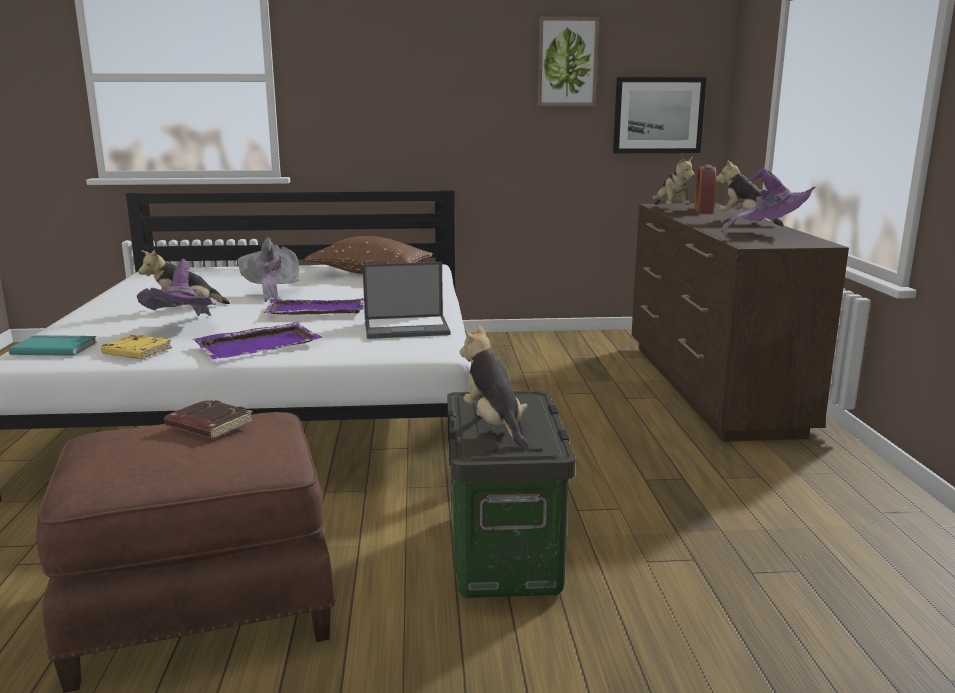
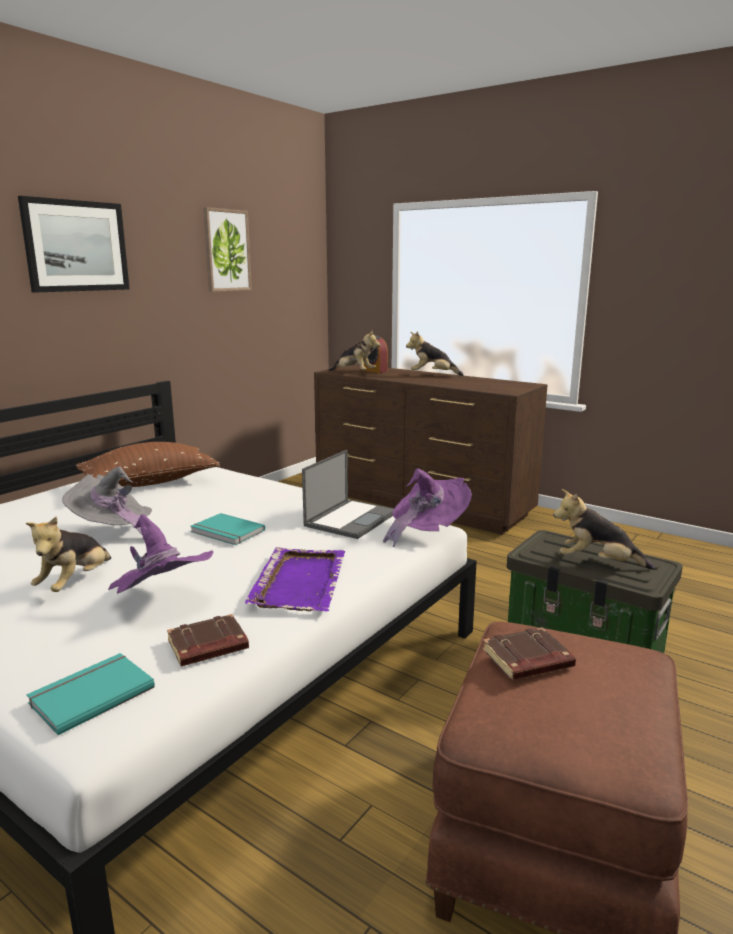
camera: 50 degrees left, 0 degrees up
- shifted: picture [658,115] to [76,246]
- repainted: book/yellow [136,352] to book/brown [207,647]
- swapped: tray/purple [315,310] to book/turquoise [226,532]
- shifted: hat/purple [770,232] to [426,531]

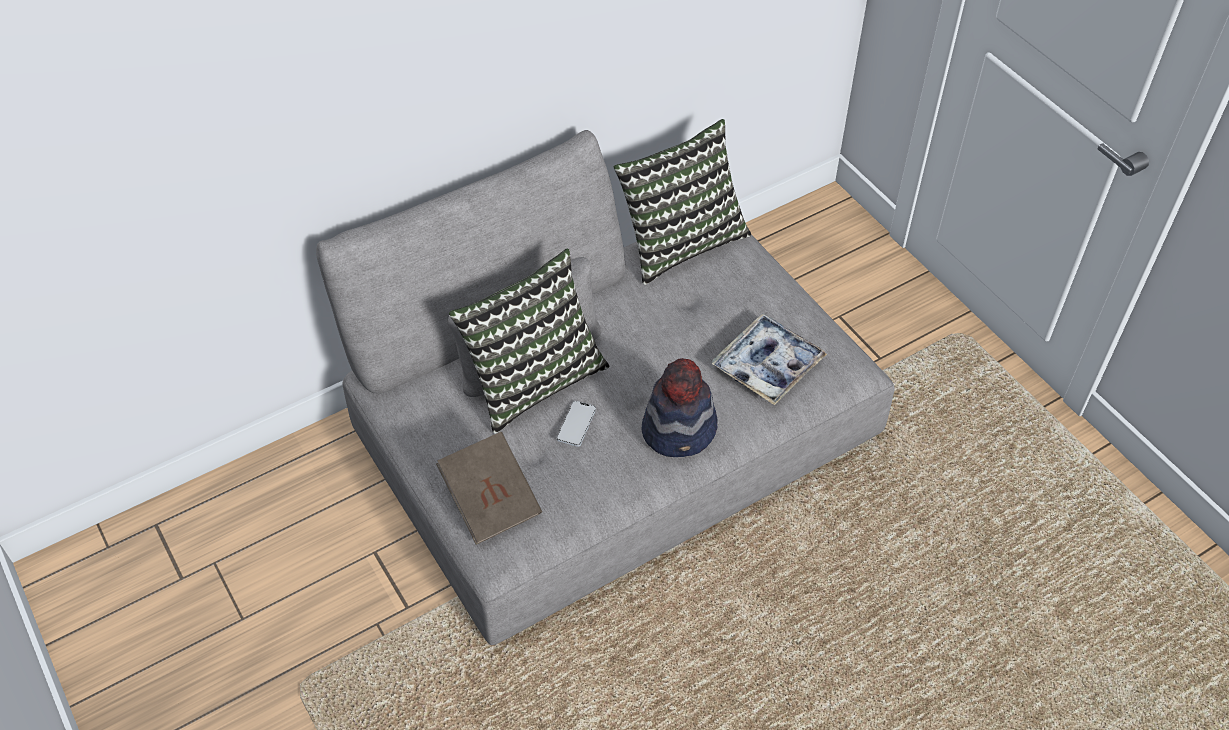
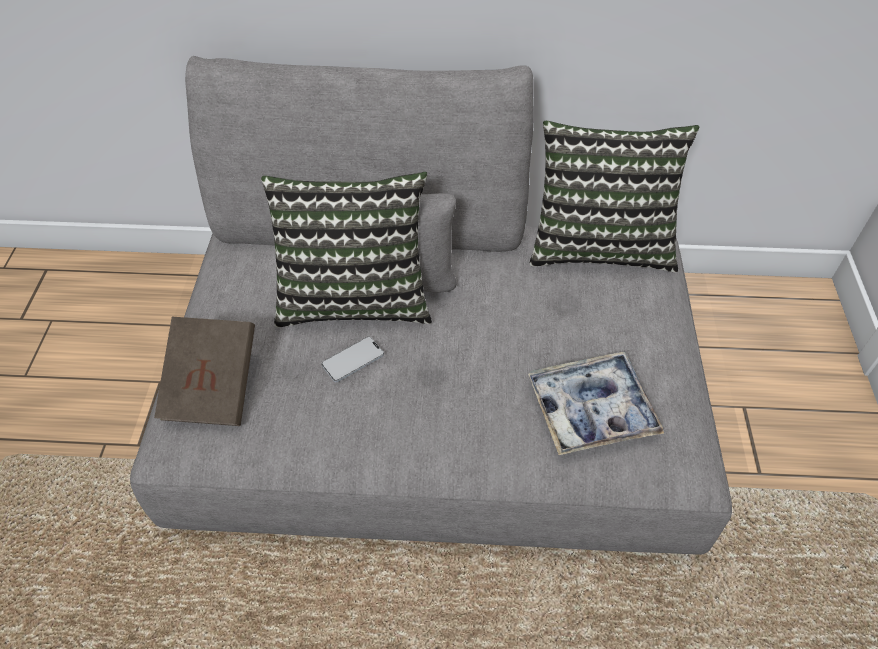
camera: 35 degrees right, 0 degrees up
- gone: hat [680,429]

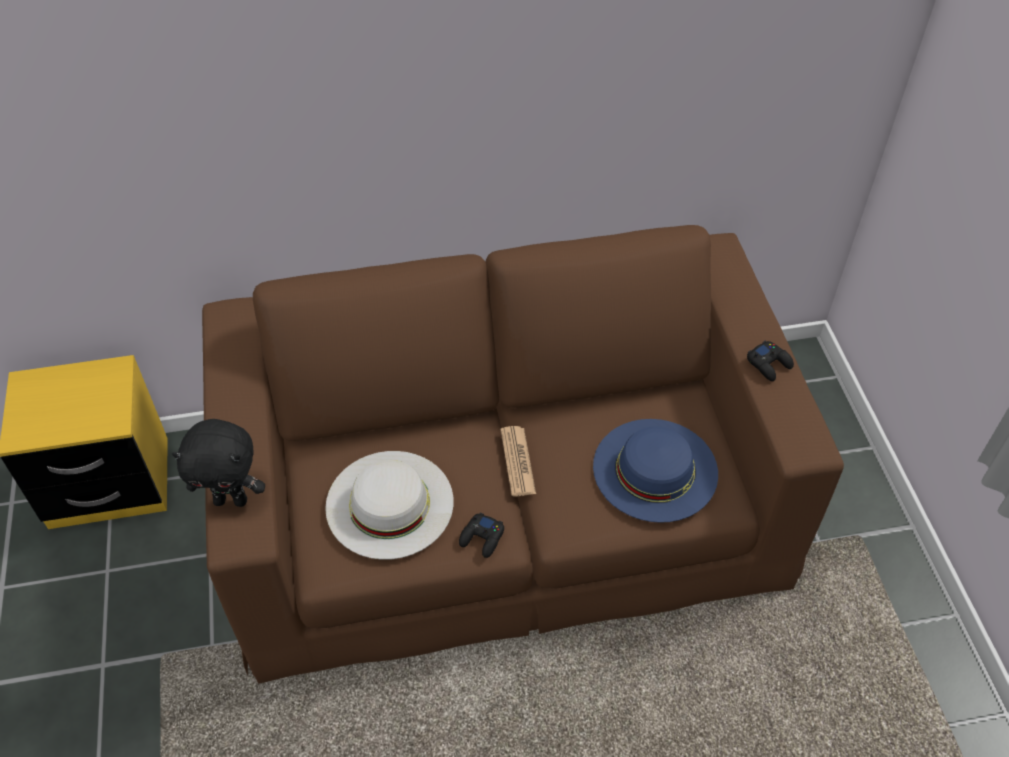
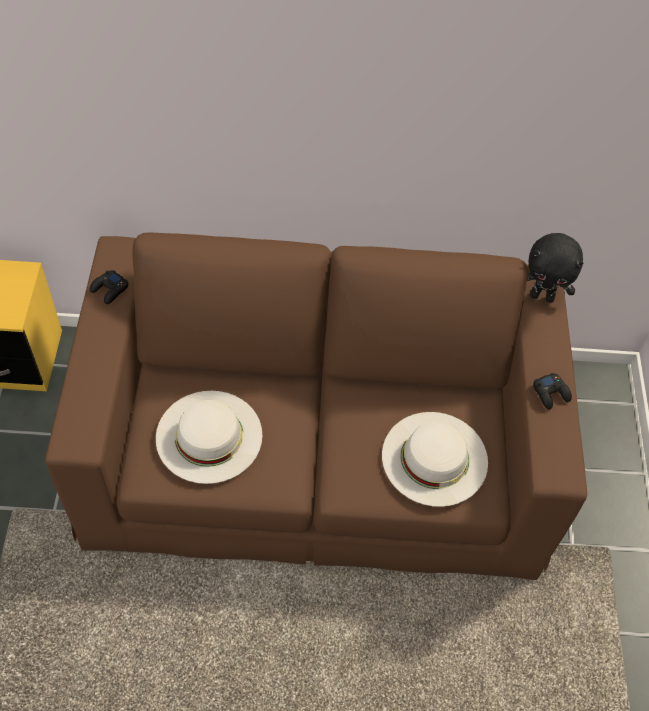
camera: 10 degrees right, 5 degrees up
- shifted: game controller/black [482,538] to [109,290]
- repainted: hat/blue [655,469] to hat/white [435,458]
- shifted: plush toy/black [231,500] to [542,296]
- gone: newspaper [517,461]

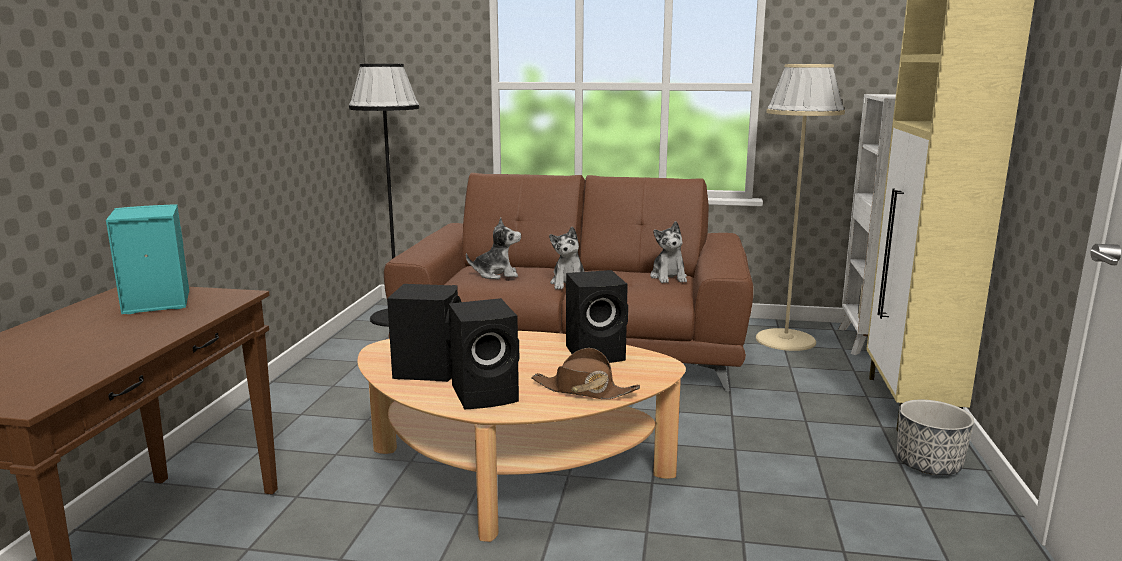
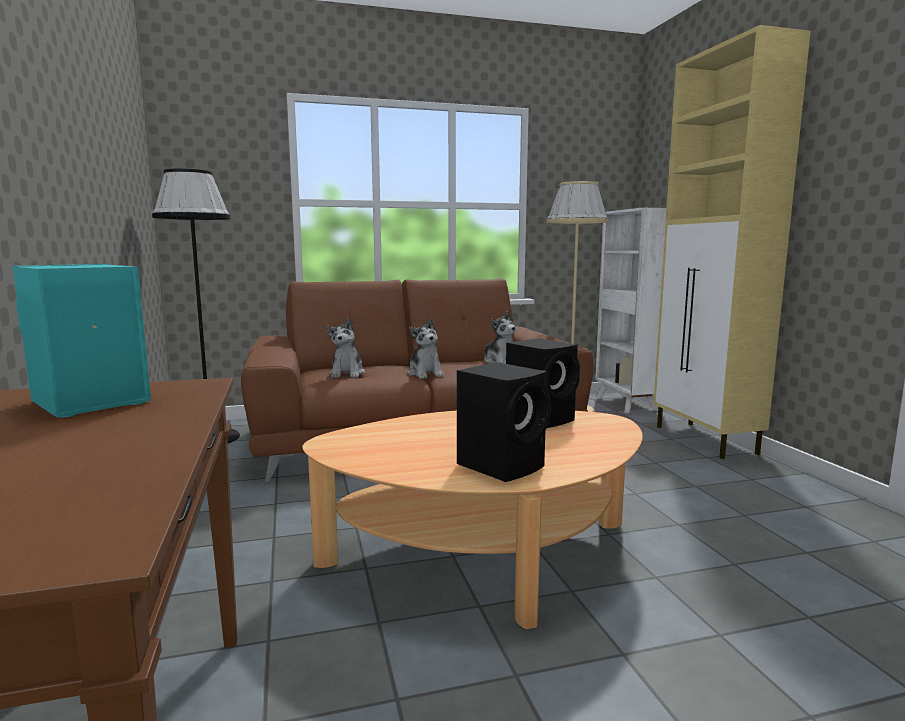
camera: 25 degrees left, 5 degrees down
- rotated: plush toy [496,274] = [347,374] 120 degrees clockwise
- gone: speaker/black [429,370]
- gone: hat/brown [583,390]
- gone: planter [929,465]

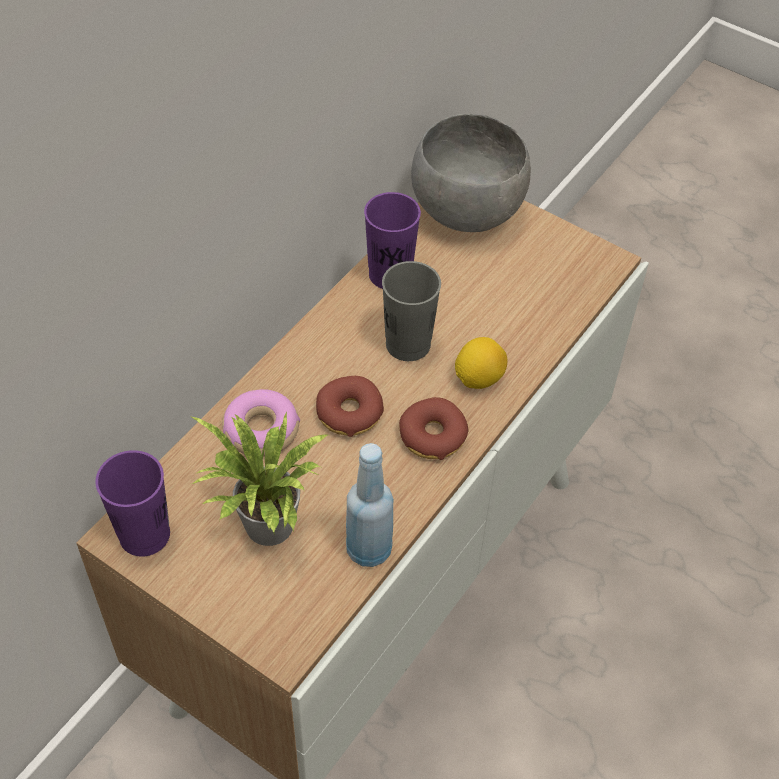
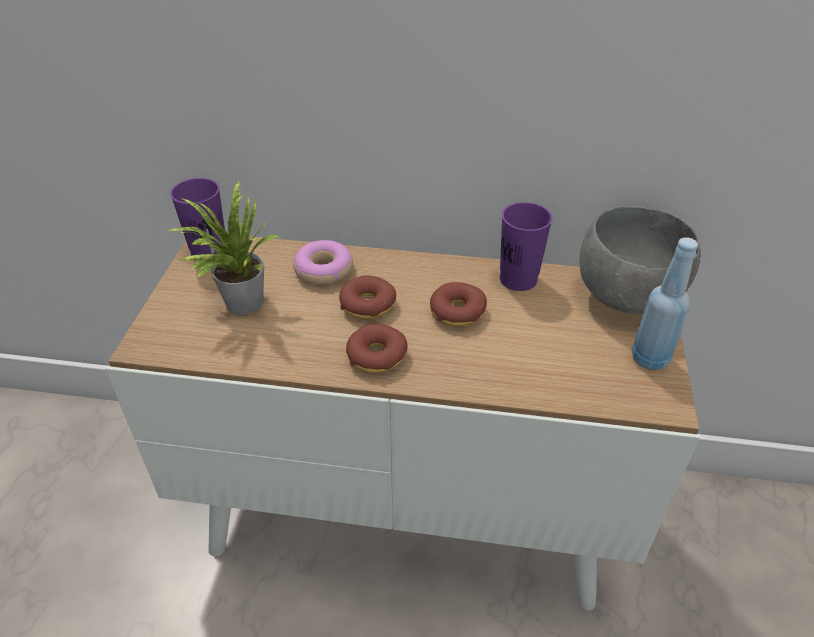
camera: 65 degrees right, 10 degrees down
- swapped: cup/grey [408,344] to donut [457,312]
- shifted: bottle/blue [368,549] to [650,358]
- gone: lemon [478,378]

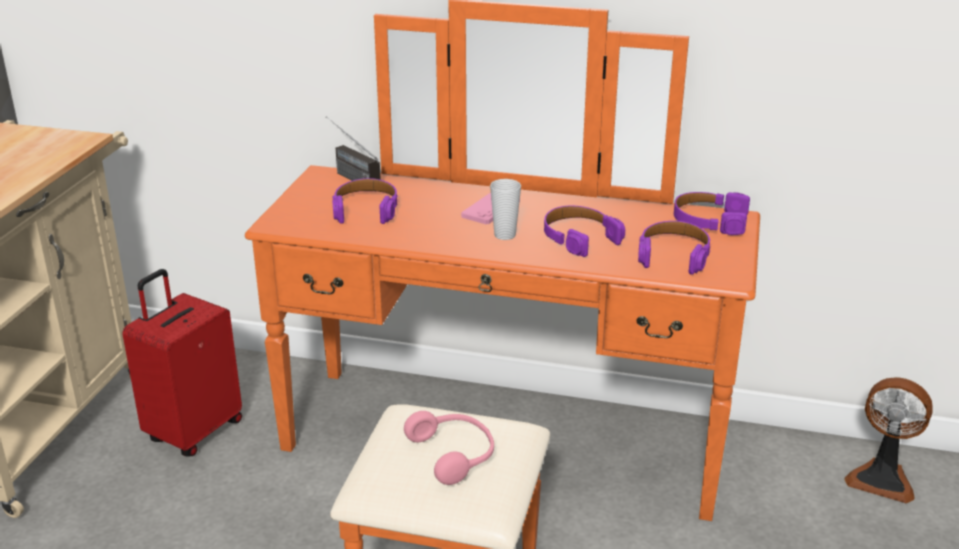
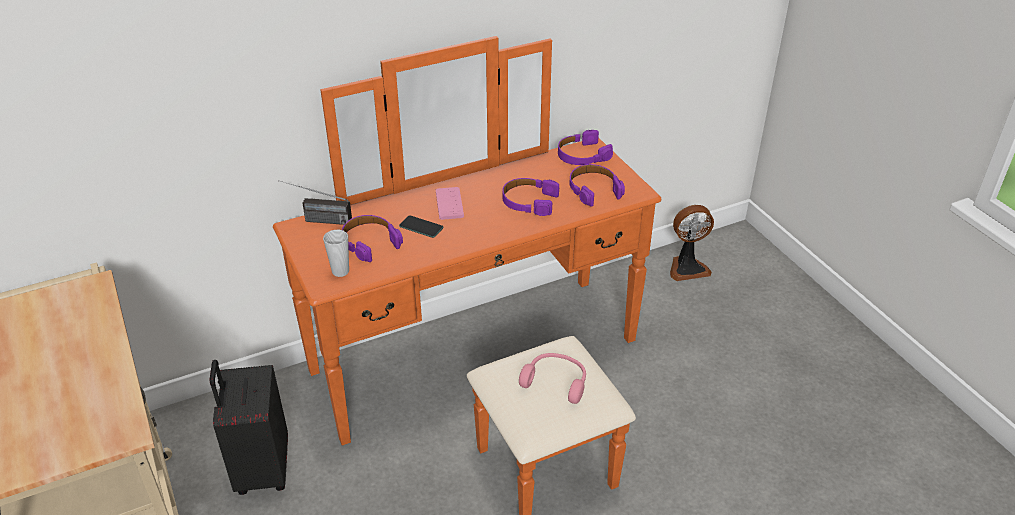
camera: 40 degrees left, 10 degrees up
- repainted: suitcase/red [193,431] to suitcase/black [261,469]
- shifted: cup [505,235] to [340,271]
- new: phone [421,227]

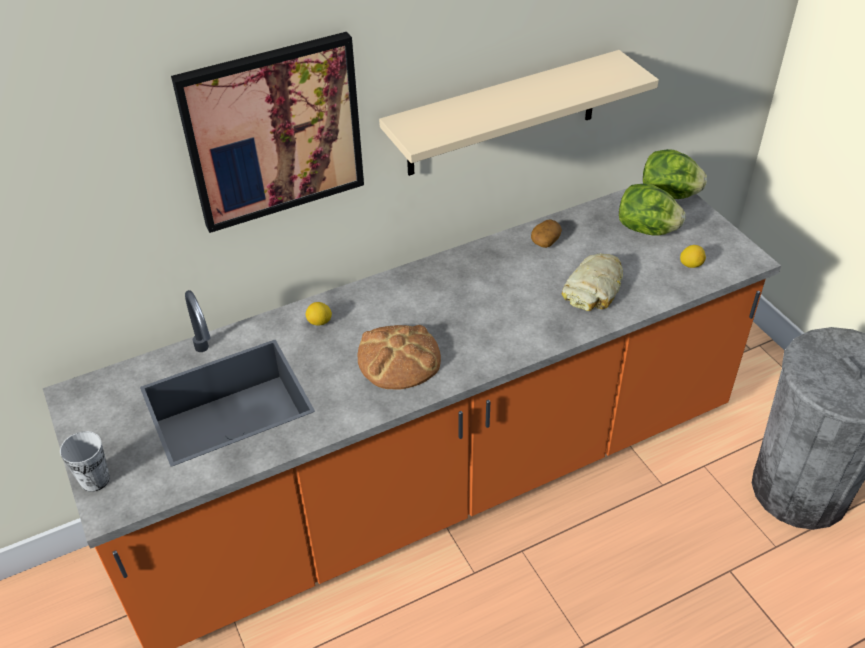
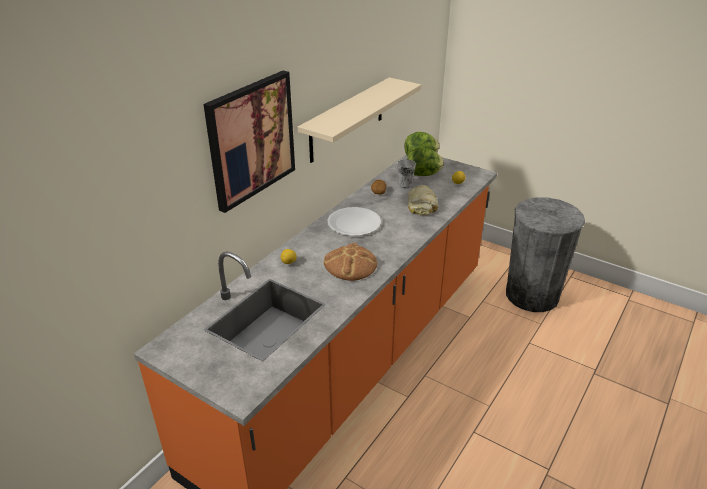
camera: 30 degrees left, 10 degrees down
- new: plate/white [354,223]
- shifted: cup [95,480] to [405,185]

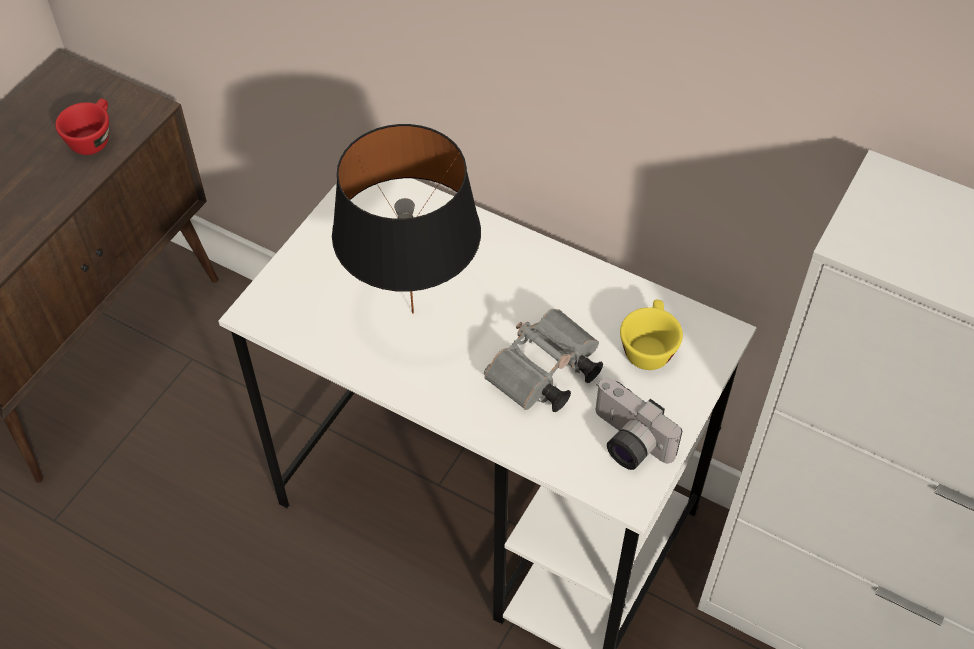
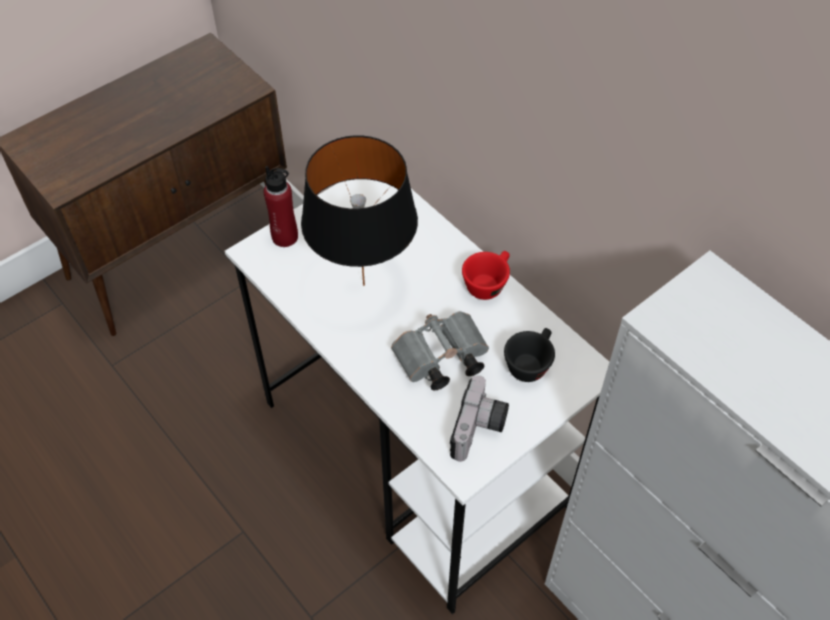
camera: 20 degrees right, 0 degrees up
- new: bottle/red [285,237]
- rotated: photo camera [626,442] = [480,430] 135 degrees counterclockwise
- shifted: cup/red [93,138] to [487,283]
- repainted: cup/yellow [648,347] to cup/black [529,363]

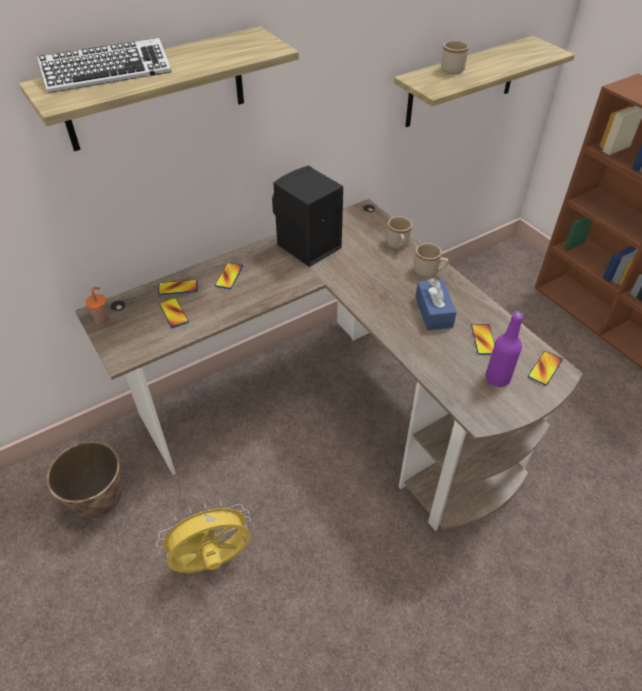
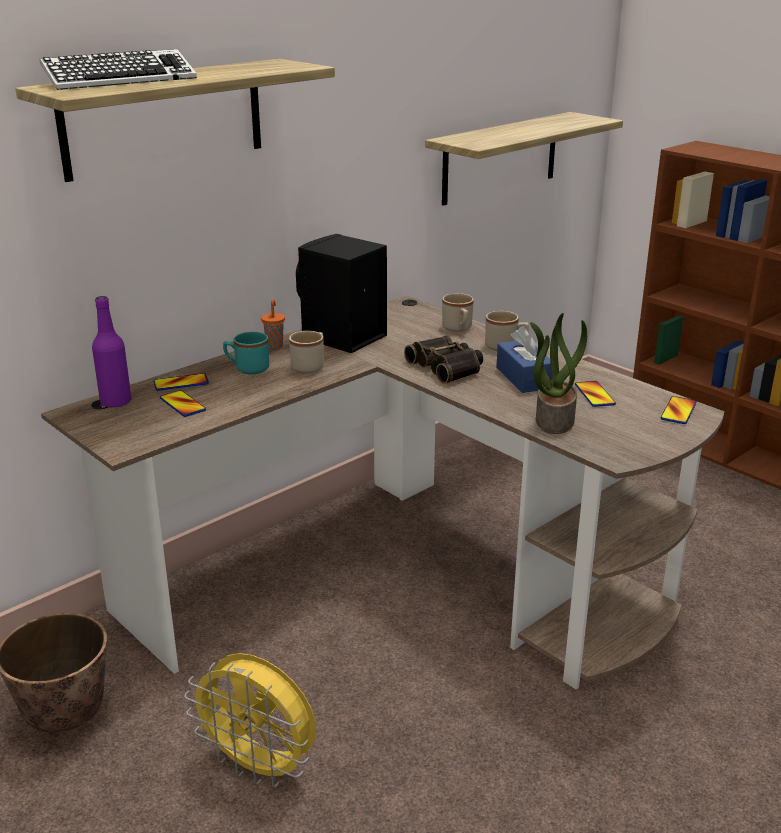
camera: 10 degrees left, 20 degrees down
- shifted: bottle/purple [497,378] to [116,402]
- rotated: fan/yellow [213,562] = [260,767] 120 degrees counterclockwise
- swapped: phone [229,276] to mug/turquoise [247,368]
- shifted: cup/orange [103,319] to [274,345]
- shifted: mug/beige [454,69] to [310,366]
- new: binoculars [447,367]
- new: potted plant [553,419]

